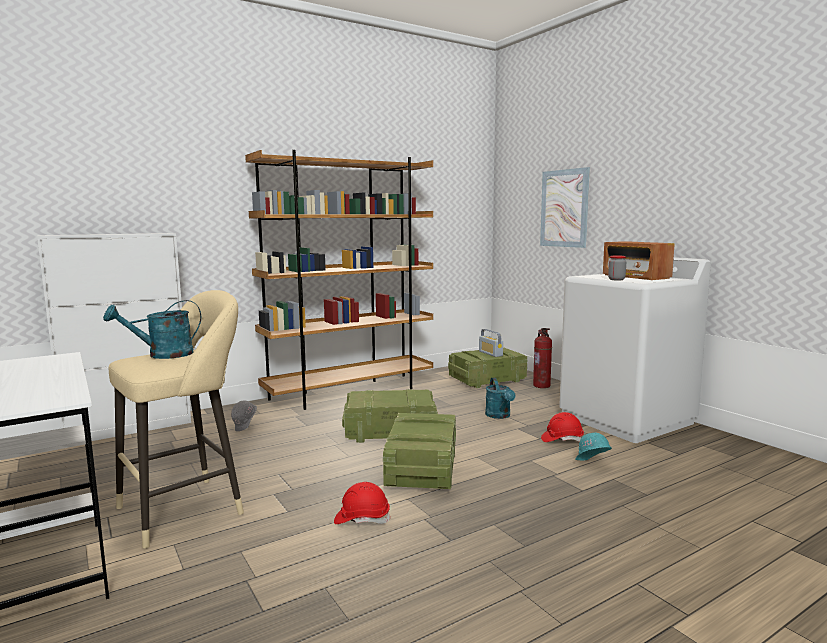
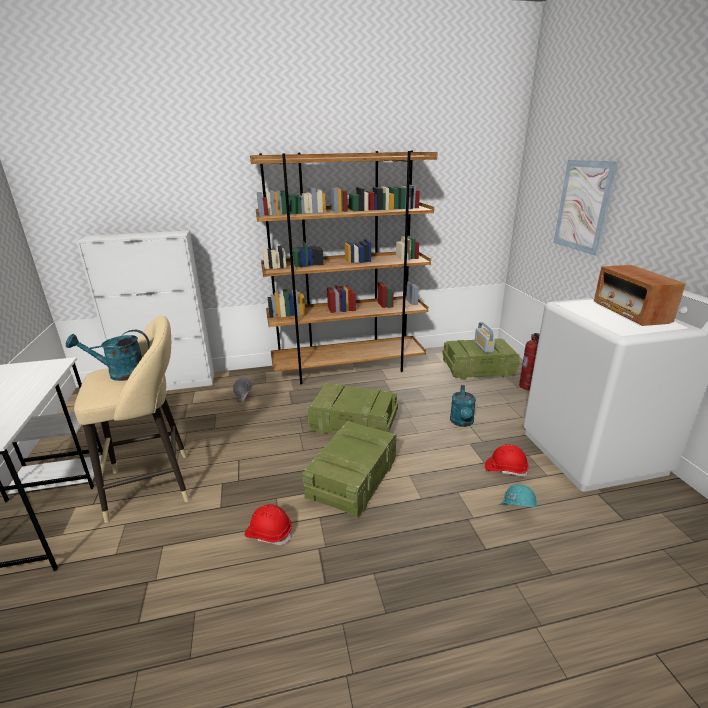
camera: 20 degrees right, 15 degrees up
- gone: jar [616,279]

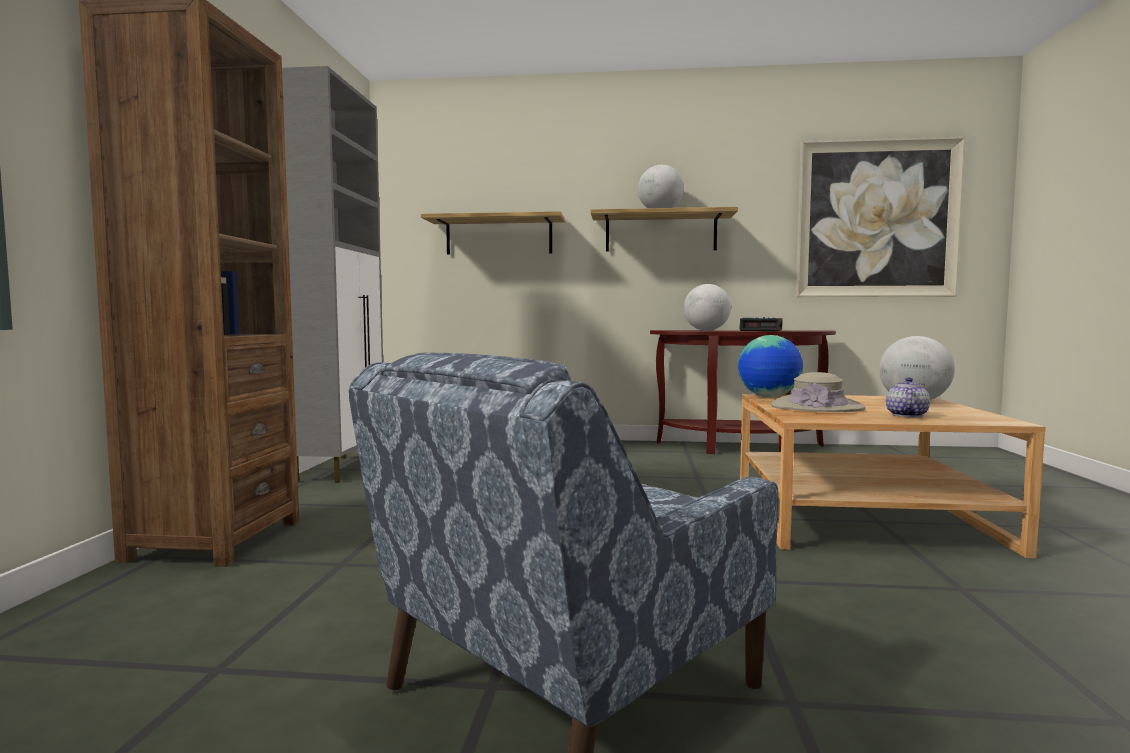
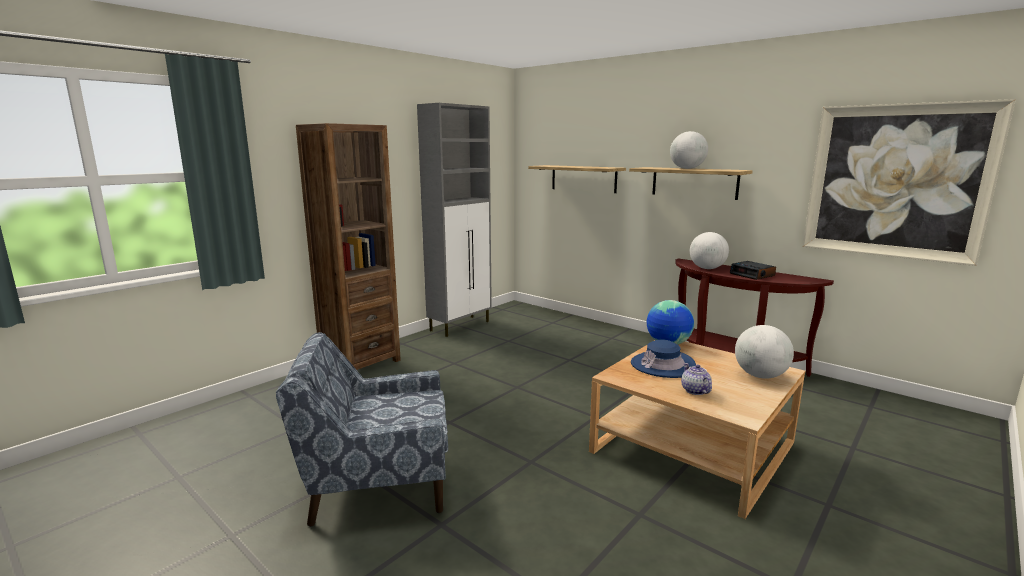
camera: 35 degrees right, 10 degrees up
- repainted: hat/beige [817,407] to hat/blue [662,365]
- rotated: teapot [906,415] = [694,390] 75 degrees counterclockwise

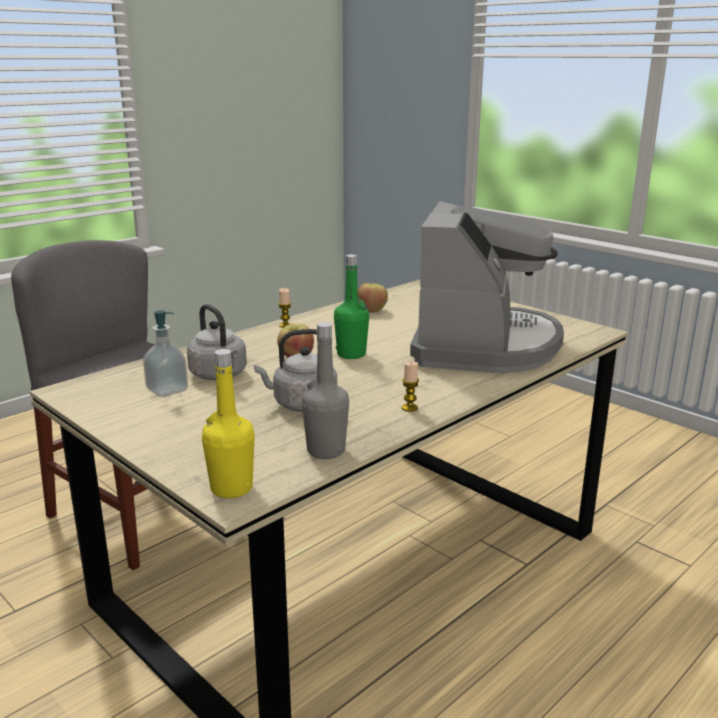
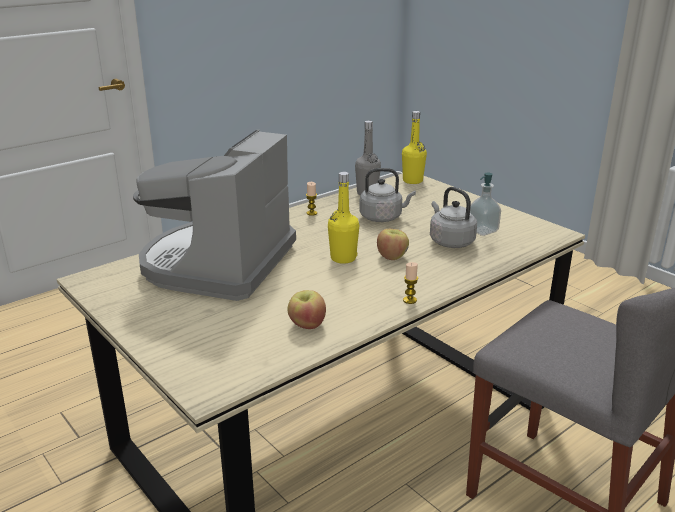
camera: 175 degrees left, 5 degrees up
- repainted: bottle/green [351,354] to bottle/yellow [343,258]

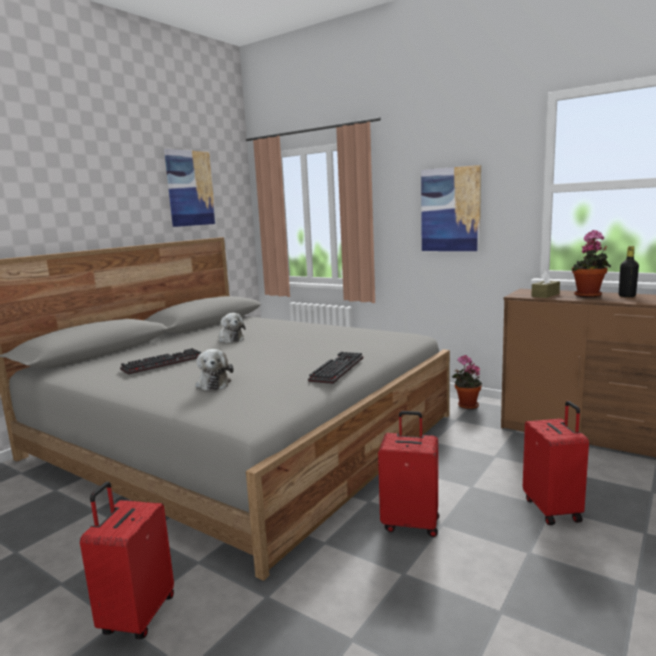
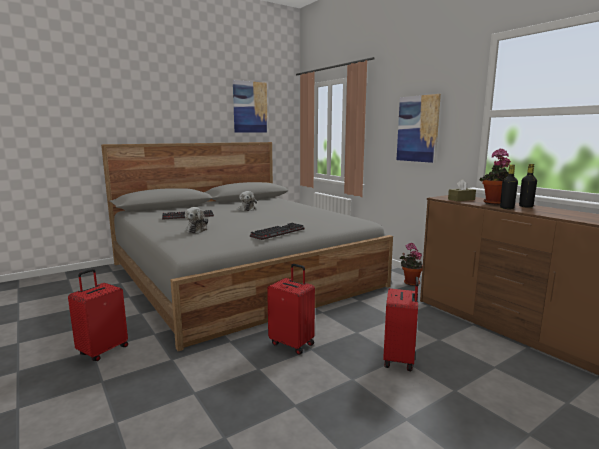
camera: 20 degrees right, 0 degrees up
- new: bottle/black [507,208]

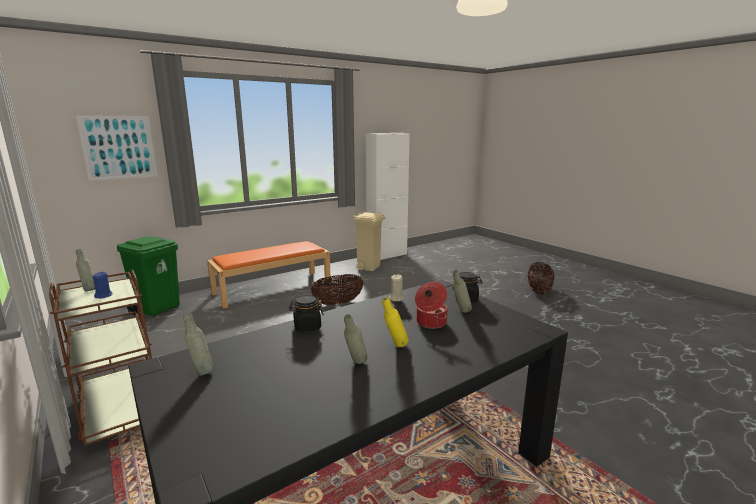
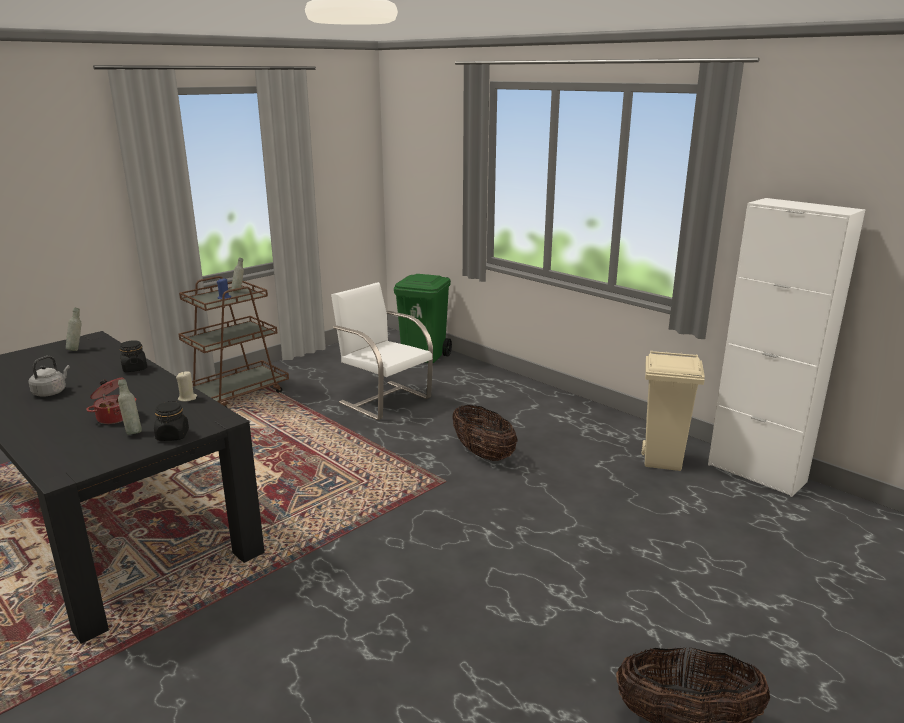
camera: 80 degrees right, 5 degrees up
- swapped: bottle/grey [355,364] to kettle/grey [51,392]
- new: chair/white [384,399]
- gone: picture [119,147]
- gone: bench/orange [273,288]
- gone: bottle/yellow [395,346]

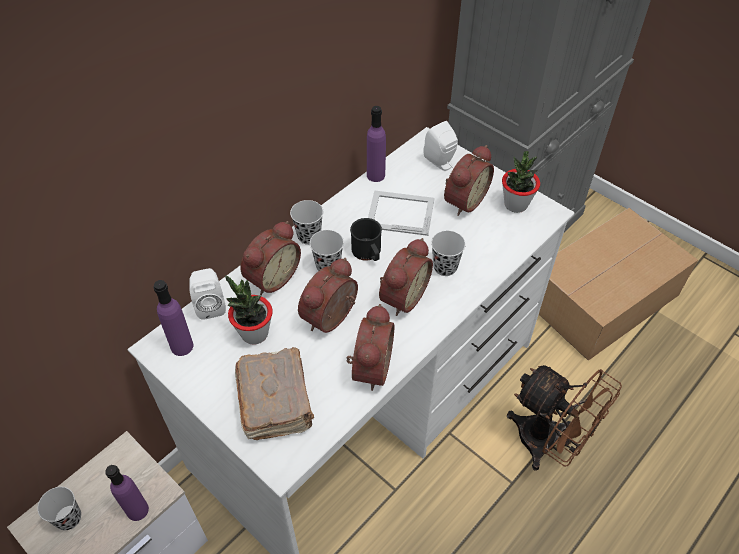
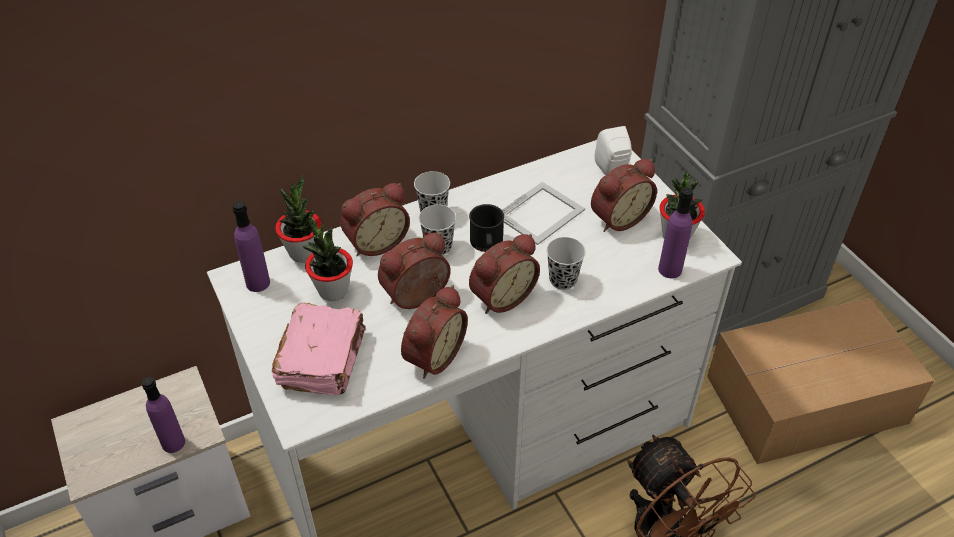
camera: 20 degrees right, 5 degrees down
- repainted: book/brown [276,400] to book/pink [323,359]
- swapped: speaker/white [210,305] to potted plant [303,252]
- rotated: picture frame [399,212] = [541,213] 105 degrees clockwise
- shifted: bottle/purple [375,175] to [670,269]
- gone: cup/black [69,518]

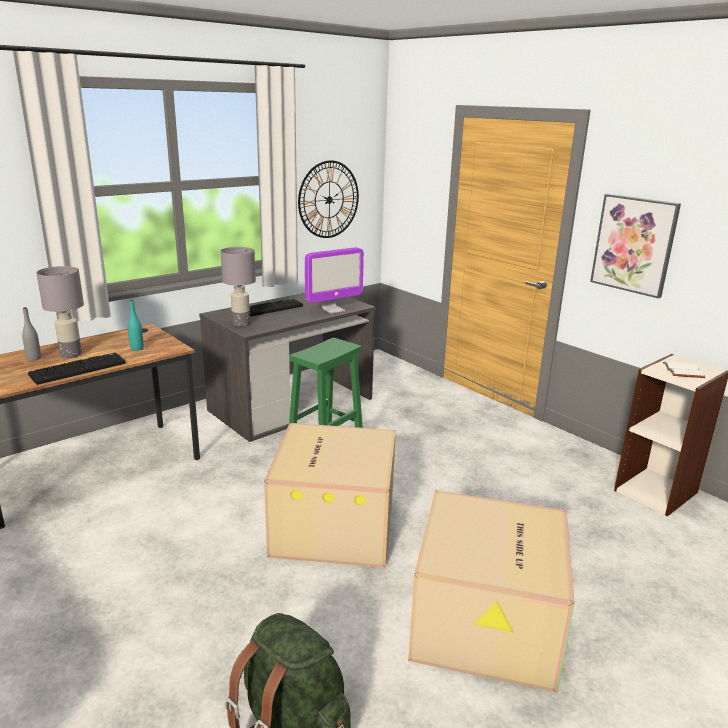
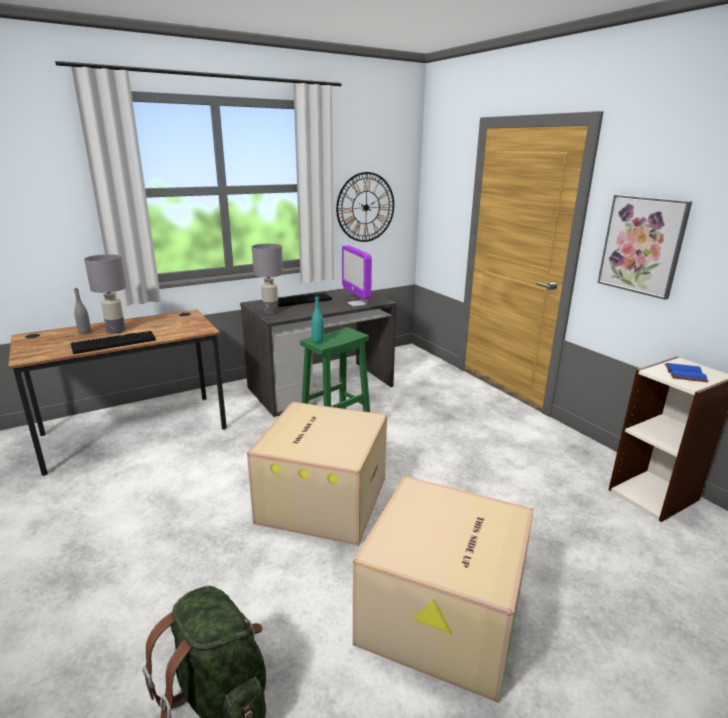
camera: 10 degrees right, 0 degrees up
- shifted: bottle/turquoise [137,348] to [318,340]
- rotated: monitor [333,310] = [357,304] 90 degrees clockwise
- repainted: book/white [681,370] to book/blue [683,373]

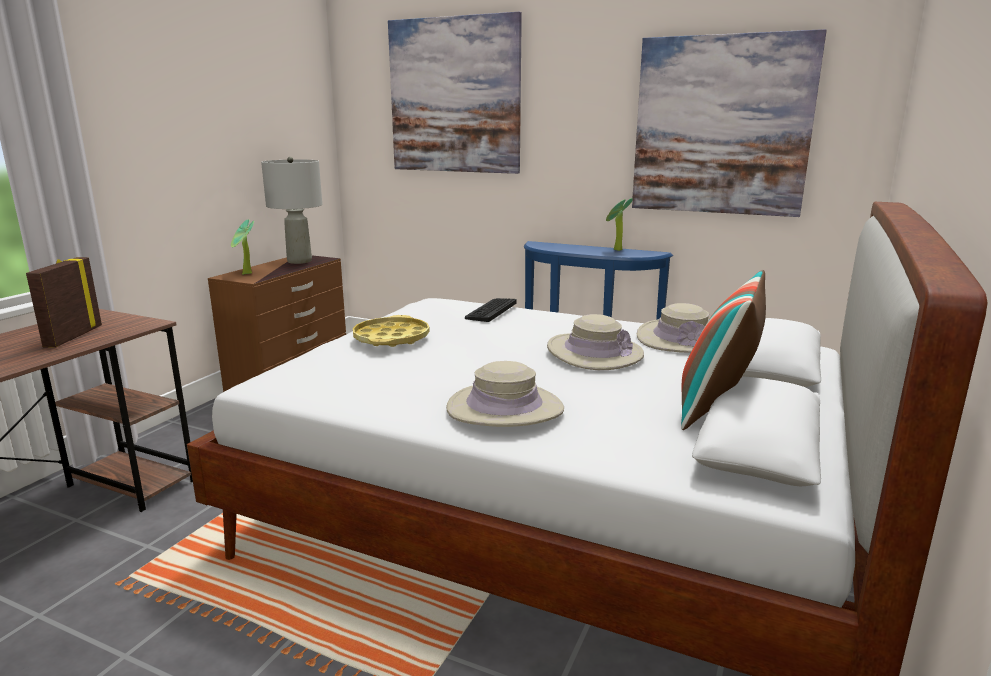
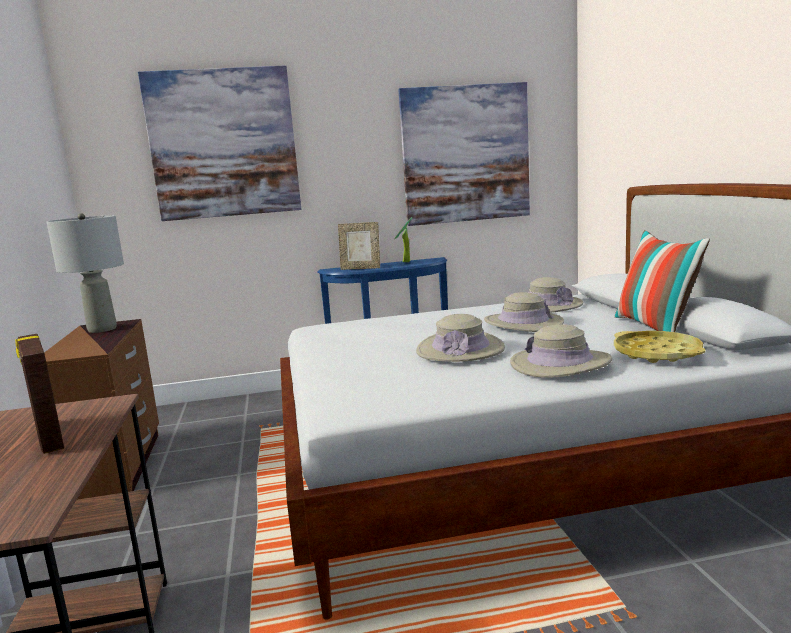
camera: 35 degrees left, 5 degrees down
- new: picture frame [361,268]
- new: hat/beige [460,349]
- shifted: tray/yellow [391,338] to [657,353]
- gone: potted plant [246,274]
- gone: keyboard [491,310]

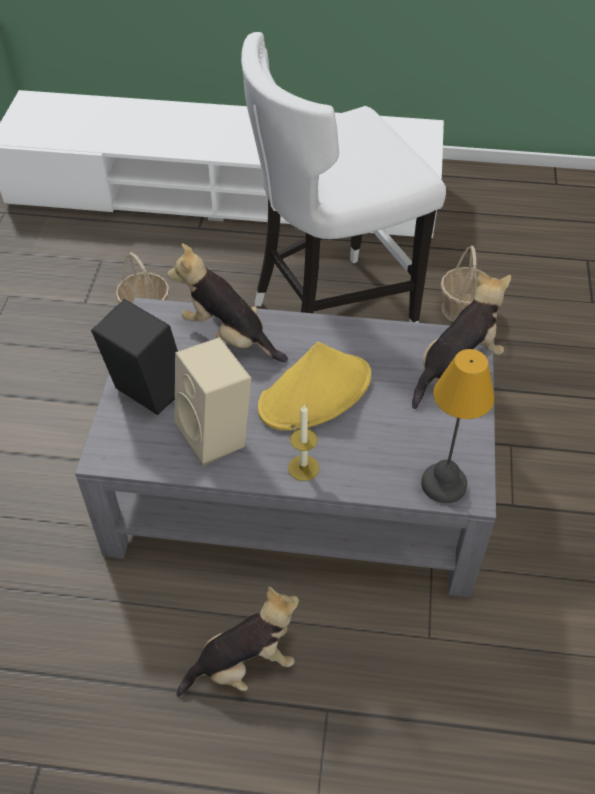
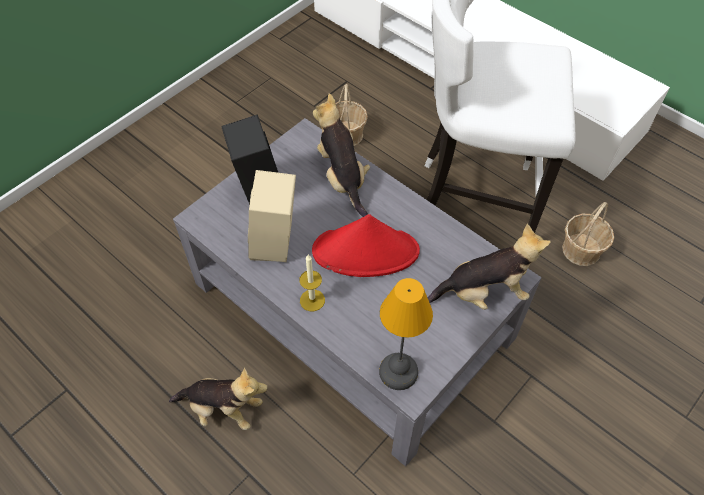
camera: 35 degrees right, 5 degrees up
- repainted: hat/yellow [315,392] to hat/red [366,251]

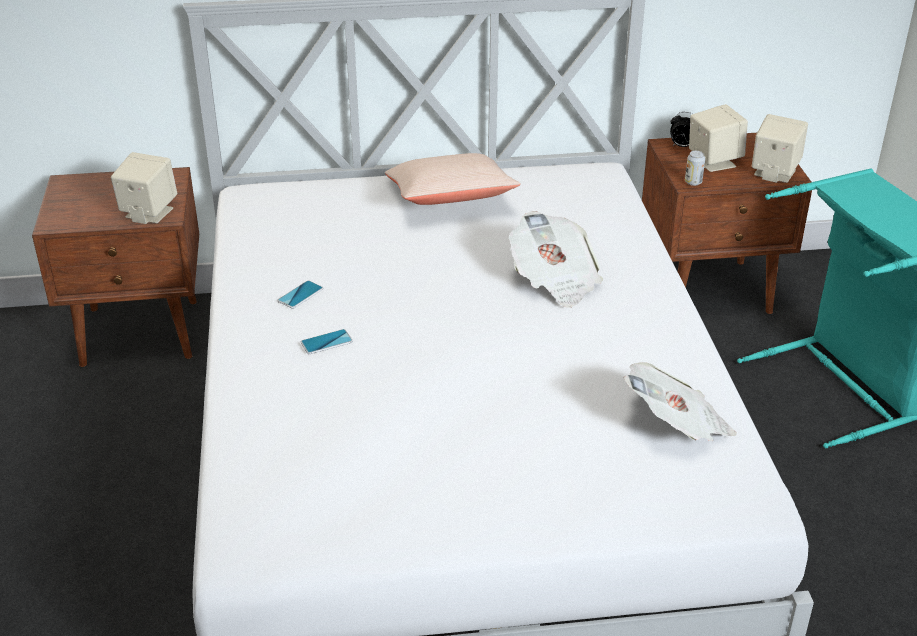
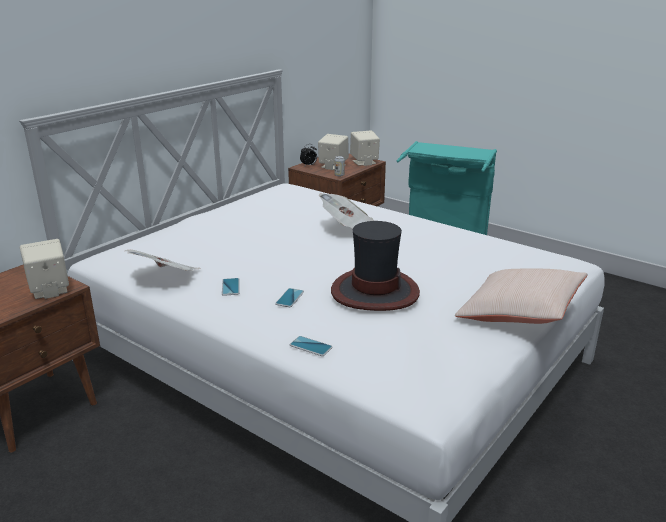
camera: 45 degrees left, 10 degrees down
- shifted: newspaper [677,427] to [166,277]
- new: phone [311,346]
- new: hat [374,291]
- shifted: pillow/beige [450,199] to [519,313]

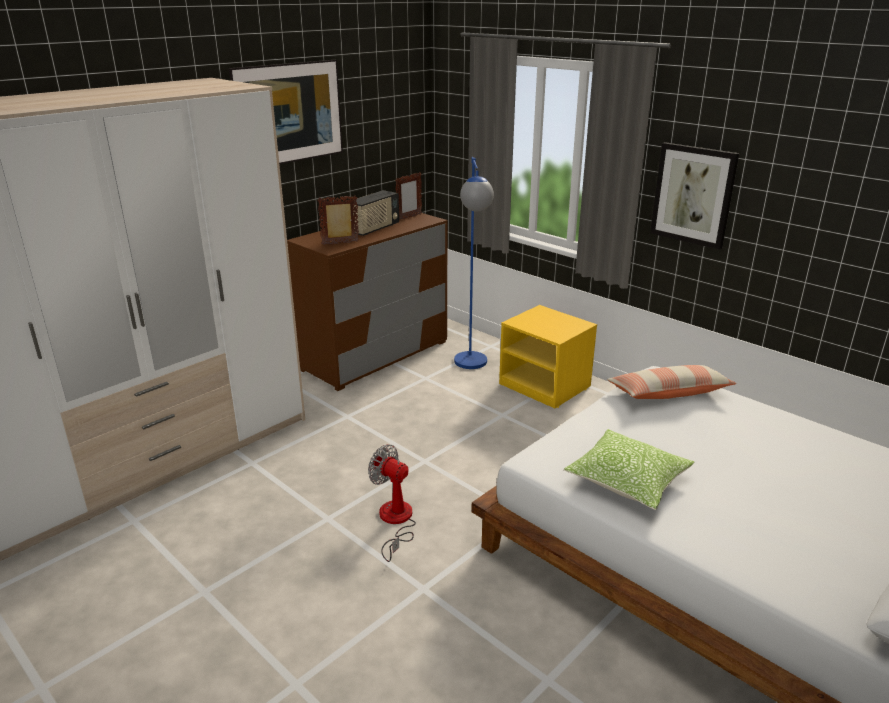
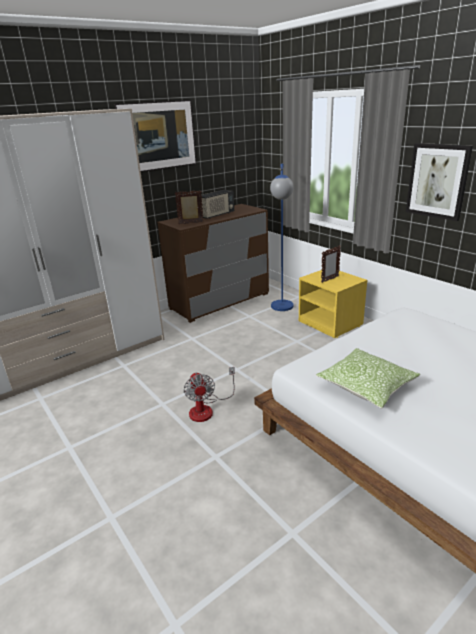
camera: 10 degrees right, 0 degrees up
- rotated: fan [395,522] = [207,409] 150 degrees counterclockwise
- shifted: picture frame [409,217] to [329,279]
- gone: pillow [668,393]

